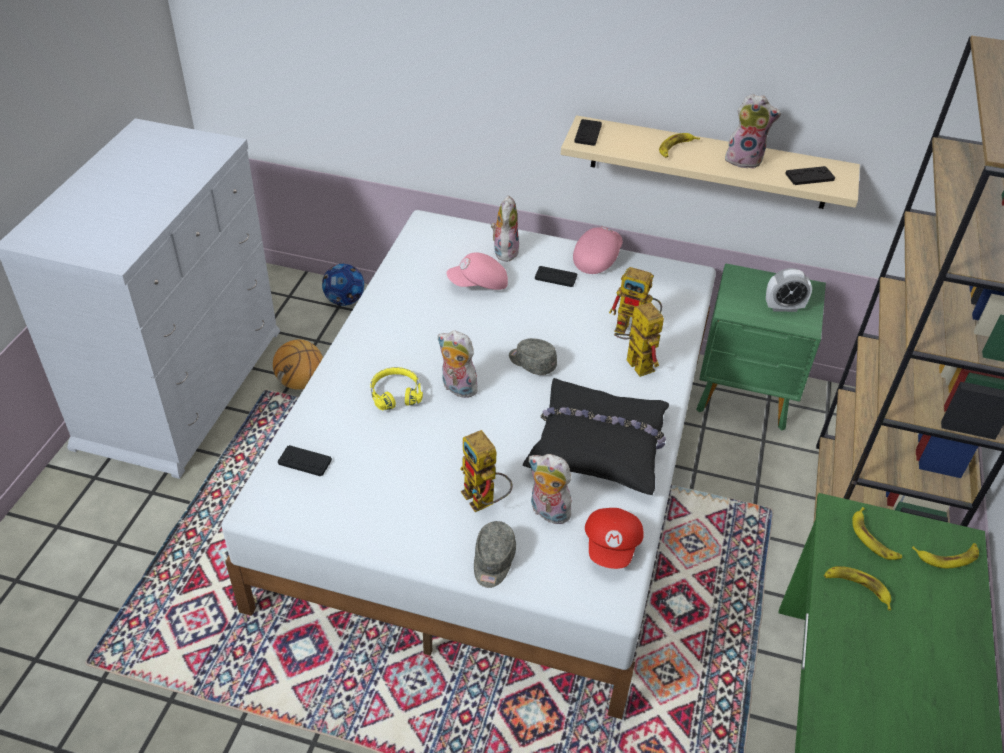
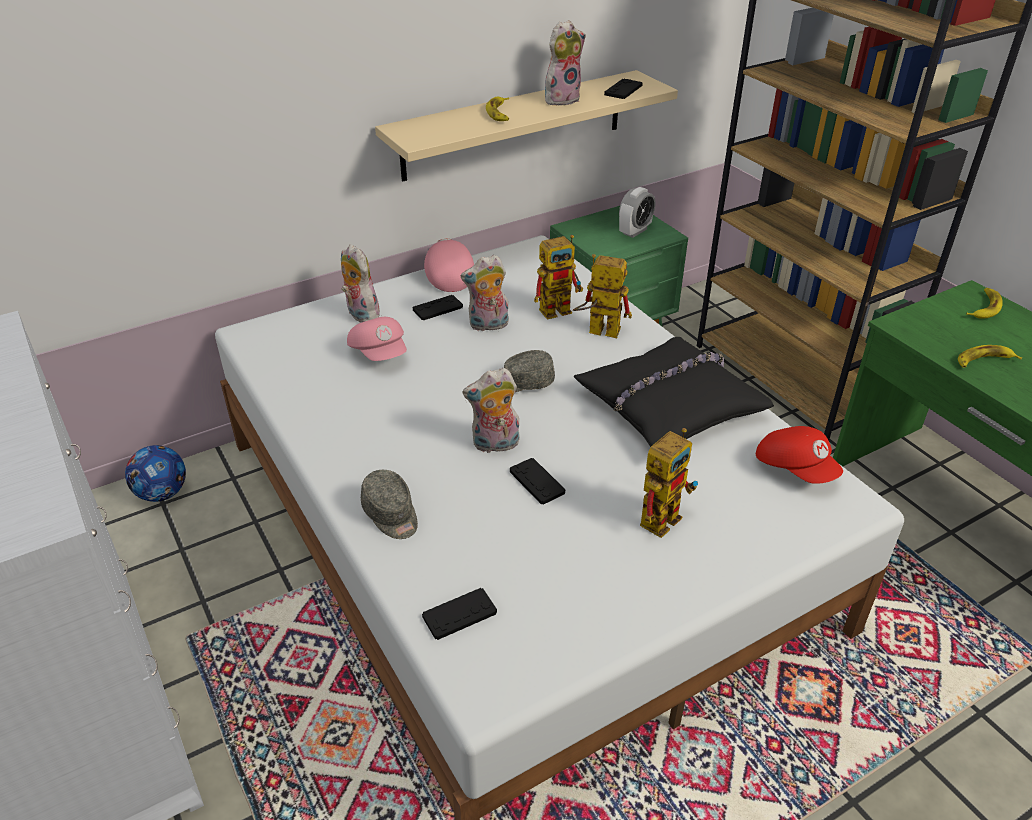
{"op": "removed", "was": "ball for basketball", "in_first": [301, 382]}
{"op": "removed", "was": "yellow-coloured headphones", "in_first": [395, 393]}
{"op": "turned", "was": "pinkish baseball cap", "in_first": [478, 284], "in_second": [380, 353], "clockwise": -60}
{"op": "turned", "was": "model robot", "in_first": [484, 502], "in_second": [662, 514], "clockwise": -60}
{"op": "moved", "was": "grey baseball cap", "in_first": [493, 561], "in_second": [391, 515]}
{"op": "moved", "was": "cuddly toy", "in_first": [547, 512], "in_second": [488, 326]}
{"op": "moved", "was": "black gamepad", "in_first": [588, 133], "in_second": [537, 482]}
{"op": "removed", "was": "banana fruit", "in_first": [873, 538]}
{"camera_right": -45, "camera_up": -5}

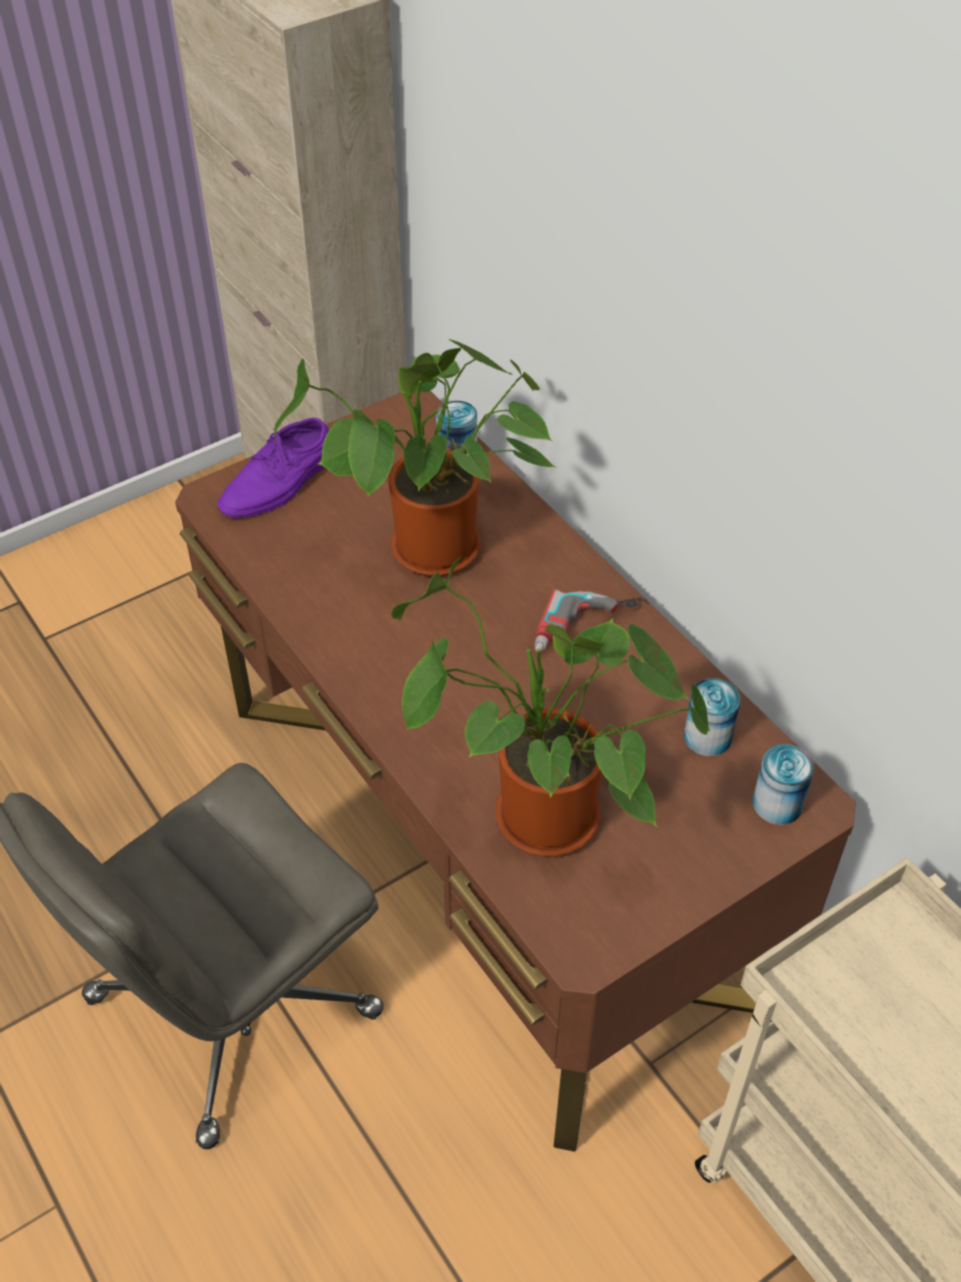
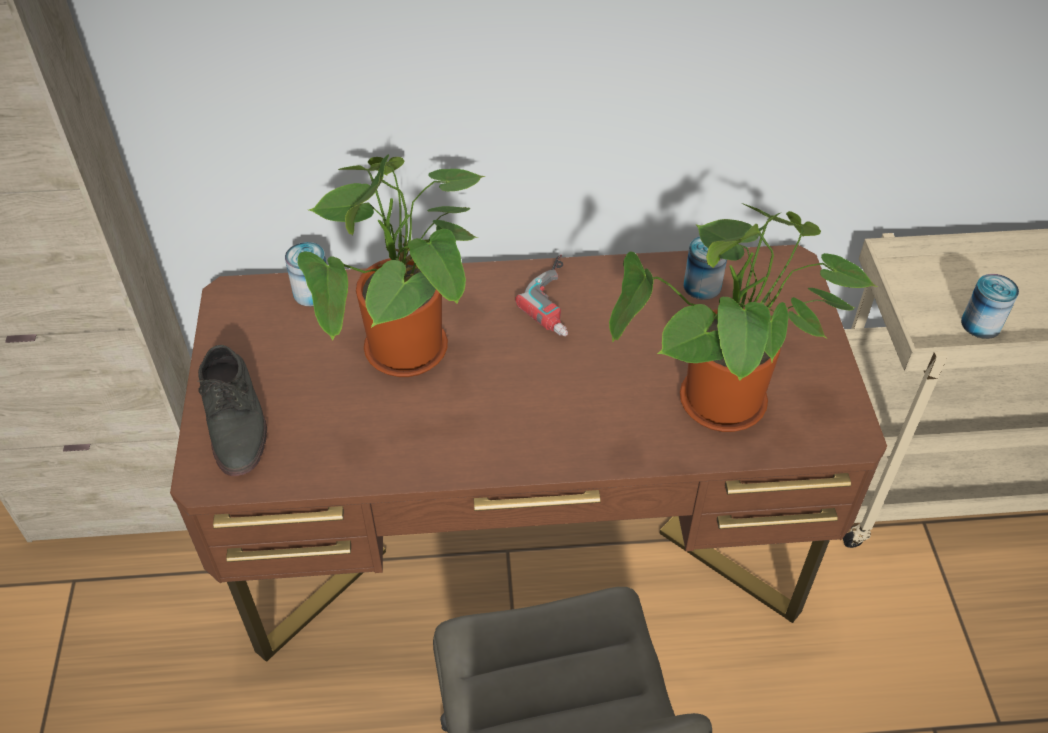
{"op": "recoloured", "was": "purple shoe", "now": "grey shoe", "in_first": [280, 482], "in_second": [236, 419]}
{"op": "moved", "was": "can", "in_first": [777, 804], "in_second": [981, 324]}
{"camera_right": -60, "camera_up": 0}

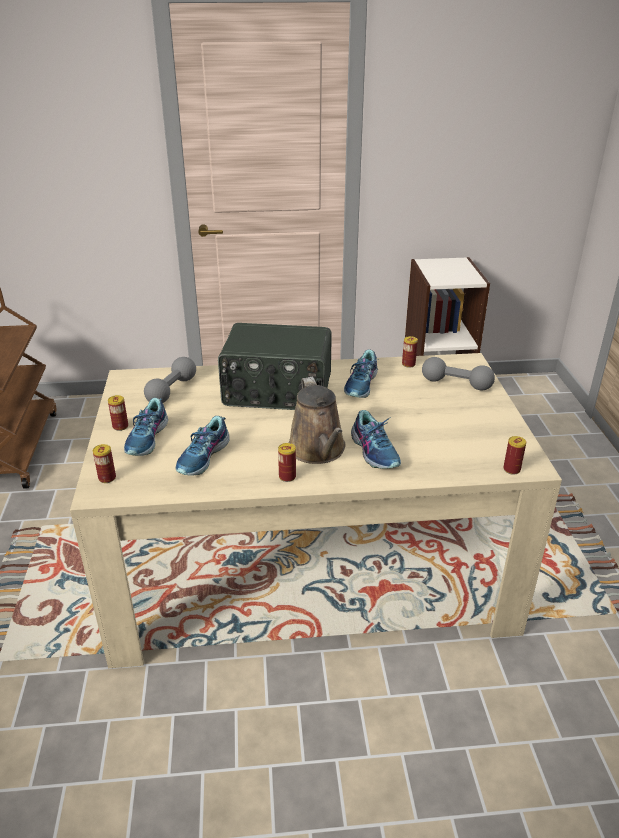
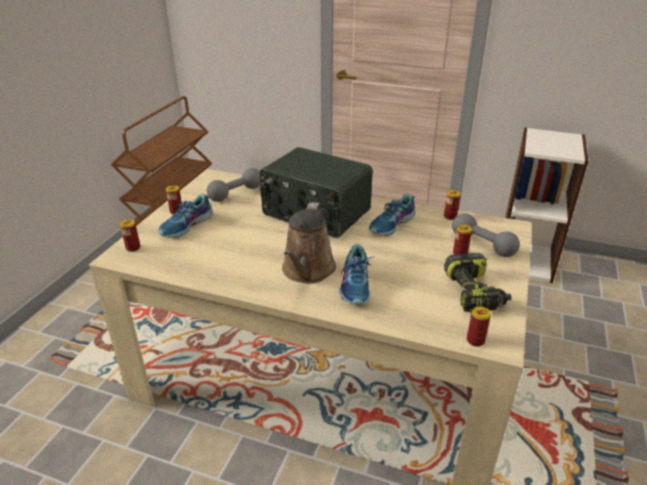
{"op": "removed", "was": "shoe", "in_first": [204, 457]}
{"op": "moved", "was": "can", "in_first": [287, 477], "in_second": [460, 254]}
{"op": "added", "now": "electric drill", "in_second": [474, 293]}
{"camera_right": 25, "camera_up": 0}

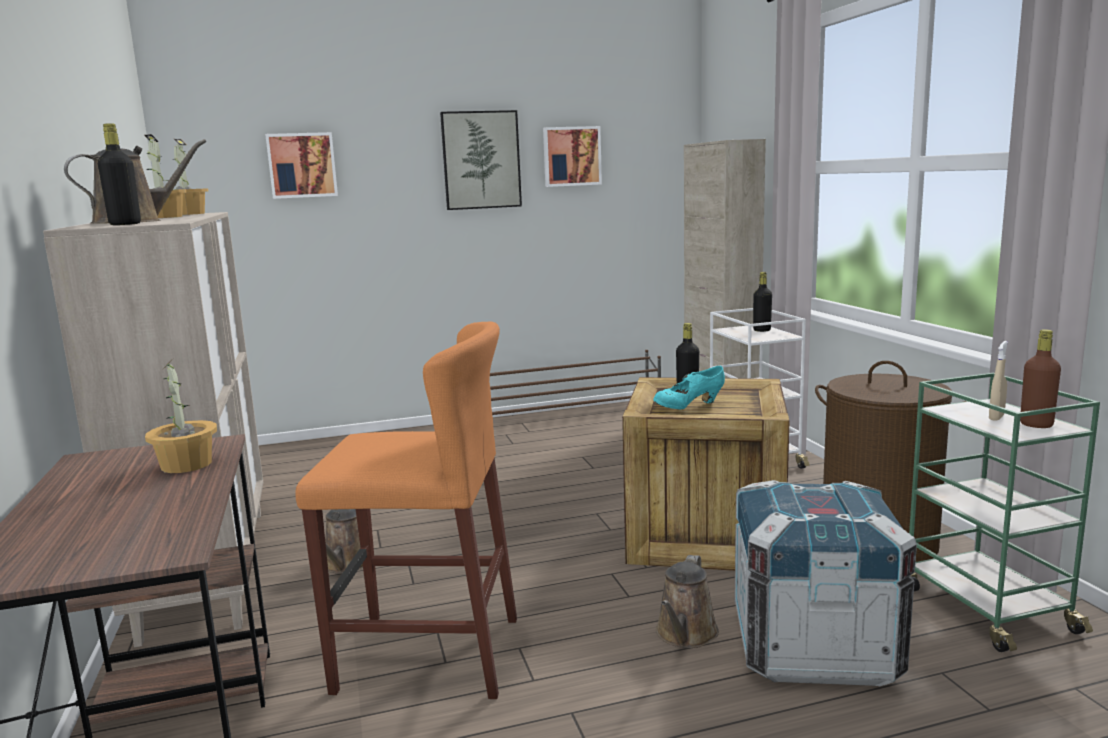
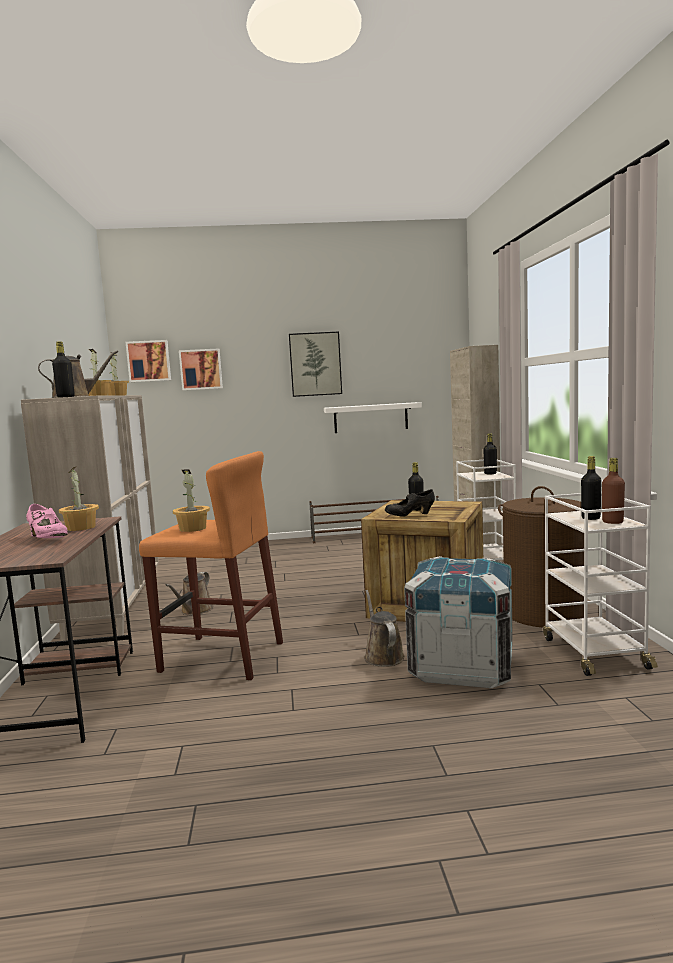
{"op": "moved", "was": "wall art", "in_first": [571, 156], "in_second": [149, 361]}
{"op": "recoloured", "was": "turquoise shoe", "now": "black shoe", "in_first": [689, 407], "in_second": [410, 515]}
{"op": "turned", "was": "brown-coloured watering can", "in_first": [685, 635], "in_second": [382, 656], "clockwise": 135}
{"op": "recoloured", "was": "greenish cart", "now": "whitish cart", "in_first": [985, 608], "in_second": [593, 652]}
{"op": "replaced", "was": "beige-coloured hand sprayer", "now": "black beverage bottle", "in_first": [996, 417], "in_second": [591, 518]}
{"op": "added", "now": "pinkish shoe", "in_second": [47, 539]}
{"op": "added", "now": "plant in a pot", "in_second": [192, 528]}
{"op": "added", "now": "whitish shelf", "in_second": [370, 418]}
{"camera_right": 10, "camera_up": -5}

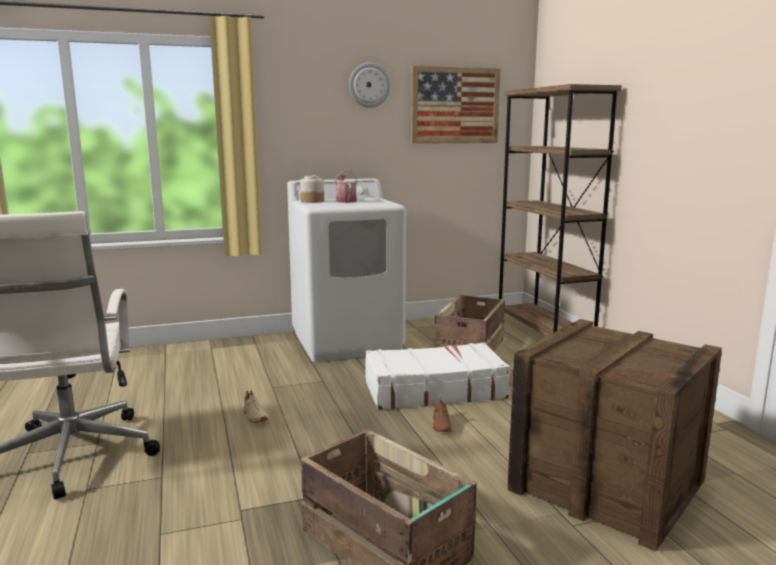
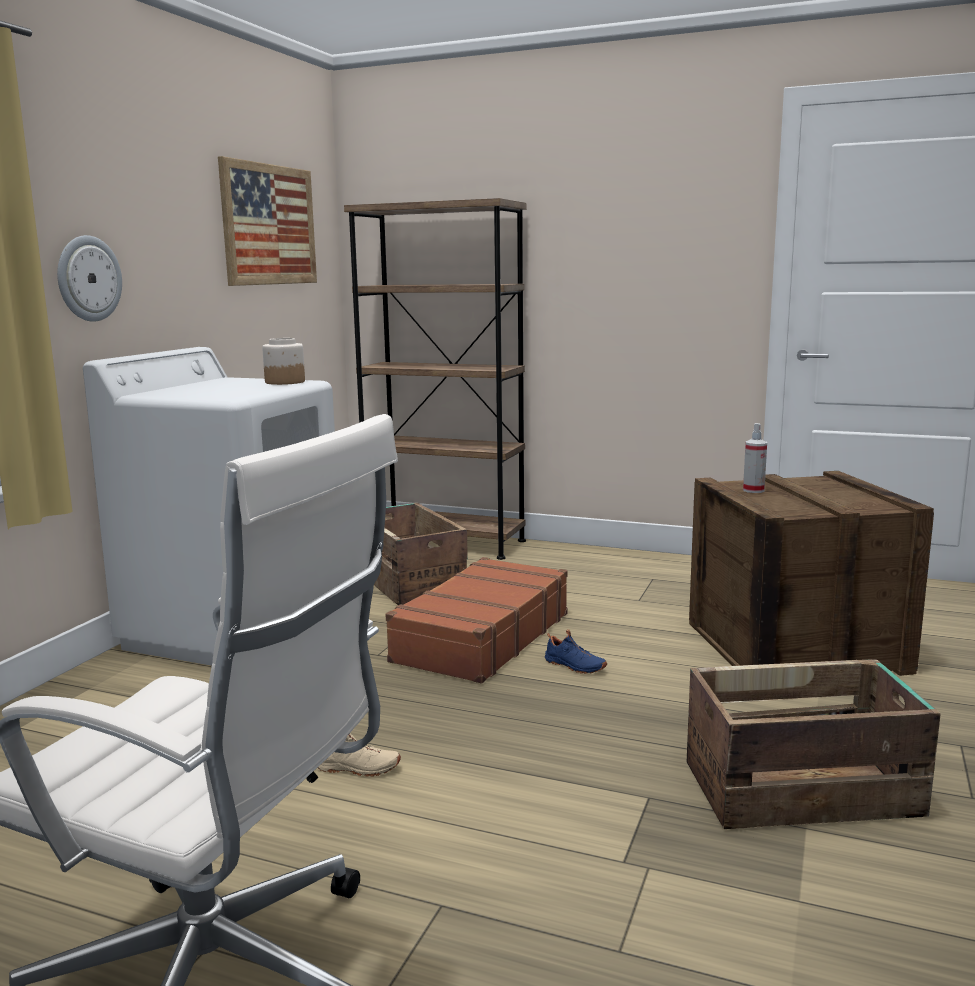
{"op": "moved", "was": "storage jar", "in_first": [312, 201], "in_second": [284, 382]}
{"op": "removed", "was": "watering can", "in_first": [345, 201]}
{"op": "moved", "was": "wall clock", "in_first": [369, 85], "in_second": [88, 278]}
{"op": "recoloured", "was": "whitish travel case", "now": "brown-coloured travel case", "in_first": [433, 390], "in_second": [481, 637]}
{"op": "recoloured", "was": "brown-coloured shoe", "now": "blue-coloured shoe", "in_first": [440, 425], "in_second": [574, 666]}
{"op": "added", "now": "hand sprayer", "in_second": [753, 490]}
{"camera_right": -50, "camera_up": 0}

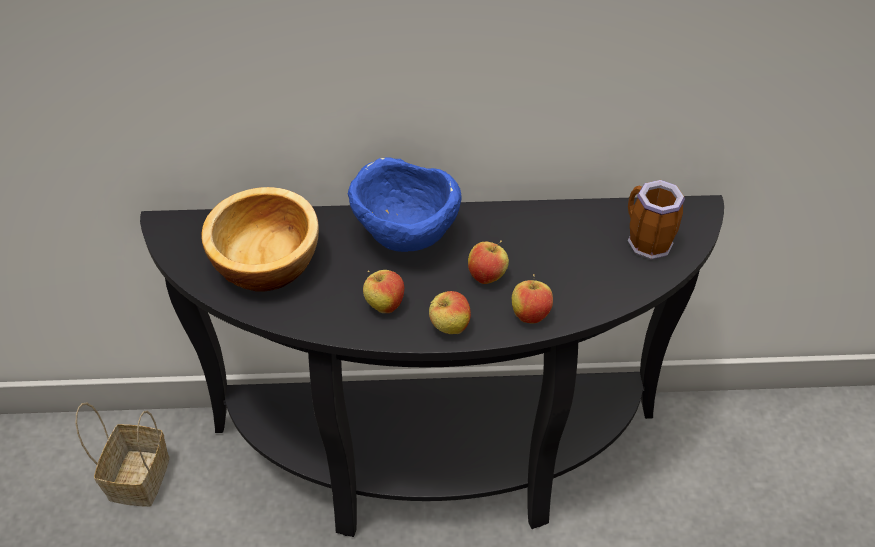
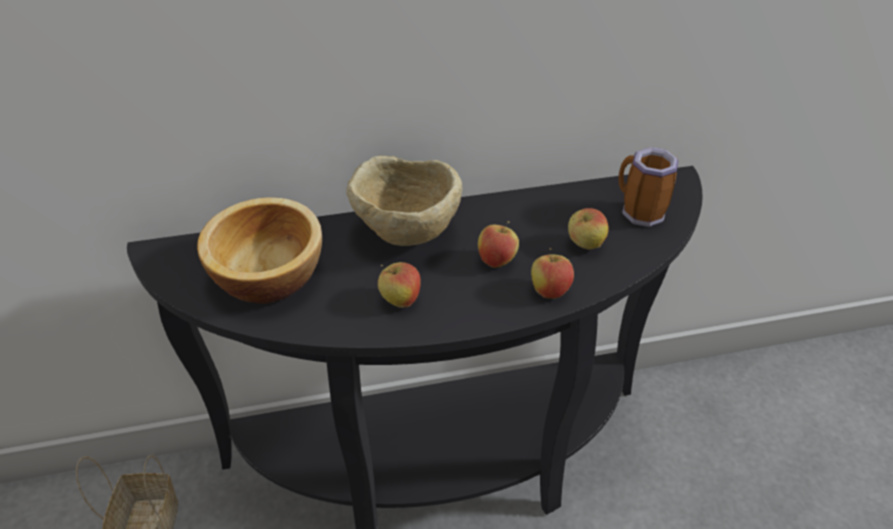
{"op": "recoloured", "was": "blue-coloured serving bowl", "now": "beige-coloured serving bowl", "in_first": [405, 238], "in_second": [407, 235]}
{"op": "moved", "was": "apple fruit", "in_first": [449, 327], "in_second": [584, 245]}
{"camera_right": -10, "camera_up": -5}

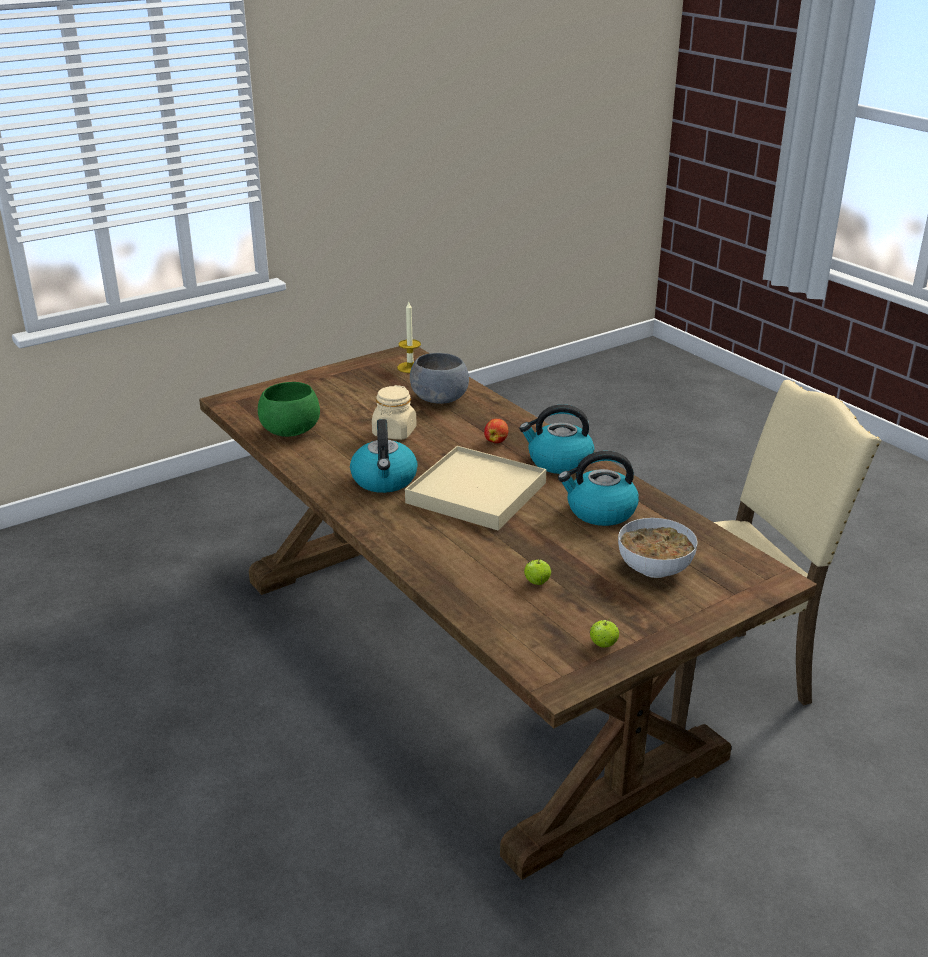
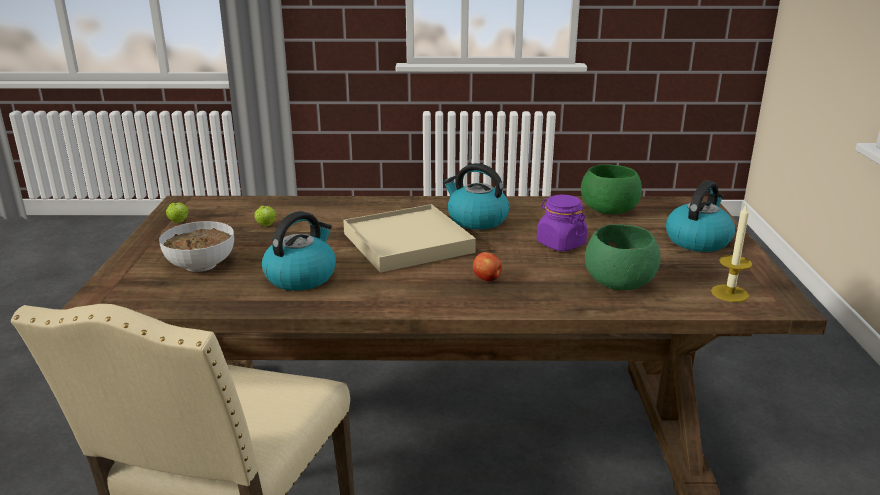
{"op": "recoloured", "was": "beige-coloured storage jar", "now": "purple storage jar", "in_first": [394, 432], "in_second": [560, 244]}
{"op": "recoloured", "was": "grey serving bowl", "now": "greenish serving bowl", "in_first": [440, 399], "in_second": [618, 283]}
{"op": "moved", "was": "tea kettle", "in_first": [559, 462], "in_second": [698, 240]}
{"camera_right": 125, "camera_up": -5}

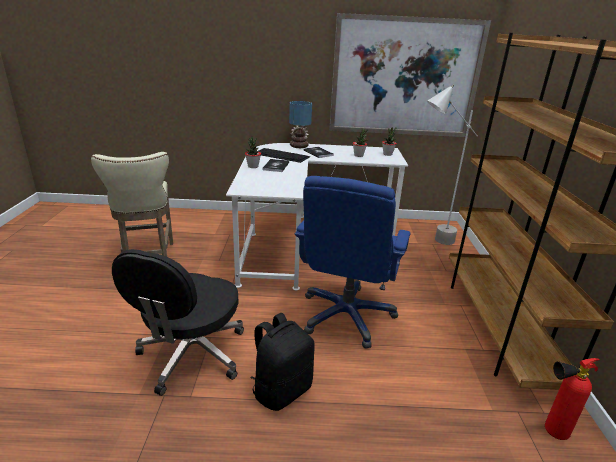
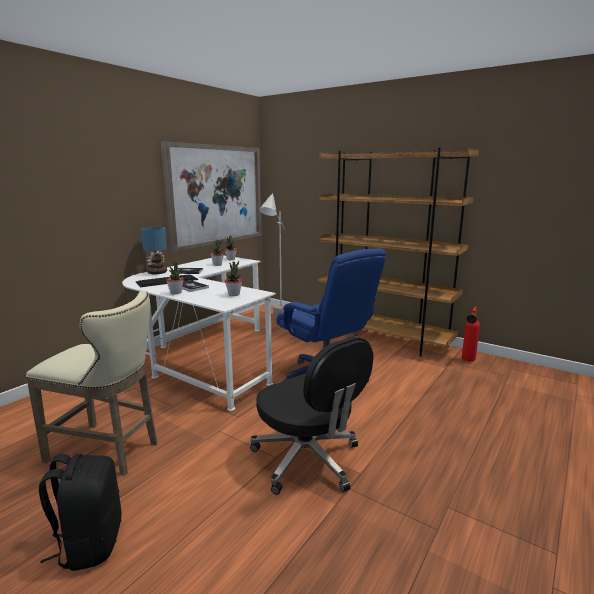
{"op": "moved", "was": "black backpack", "in_first": [281, 390], "in_second": [90, 543]}
{"op": "added", "now": "plant in a pot", "in_second": [234, 294]}
{"camera_right": -55, "camera_up": -10}

